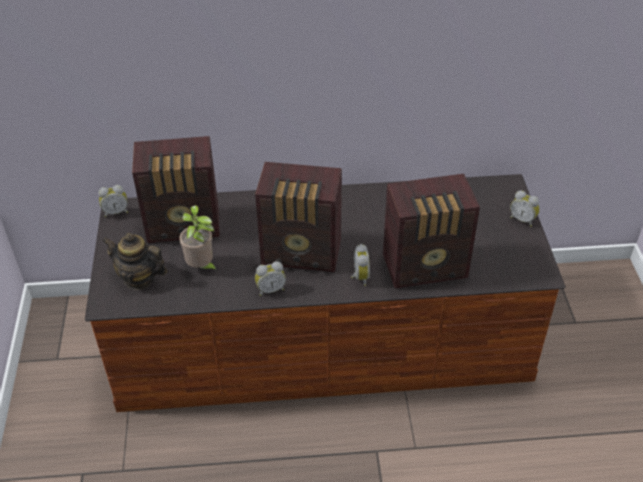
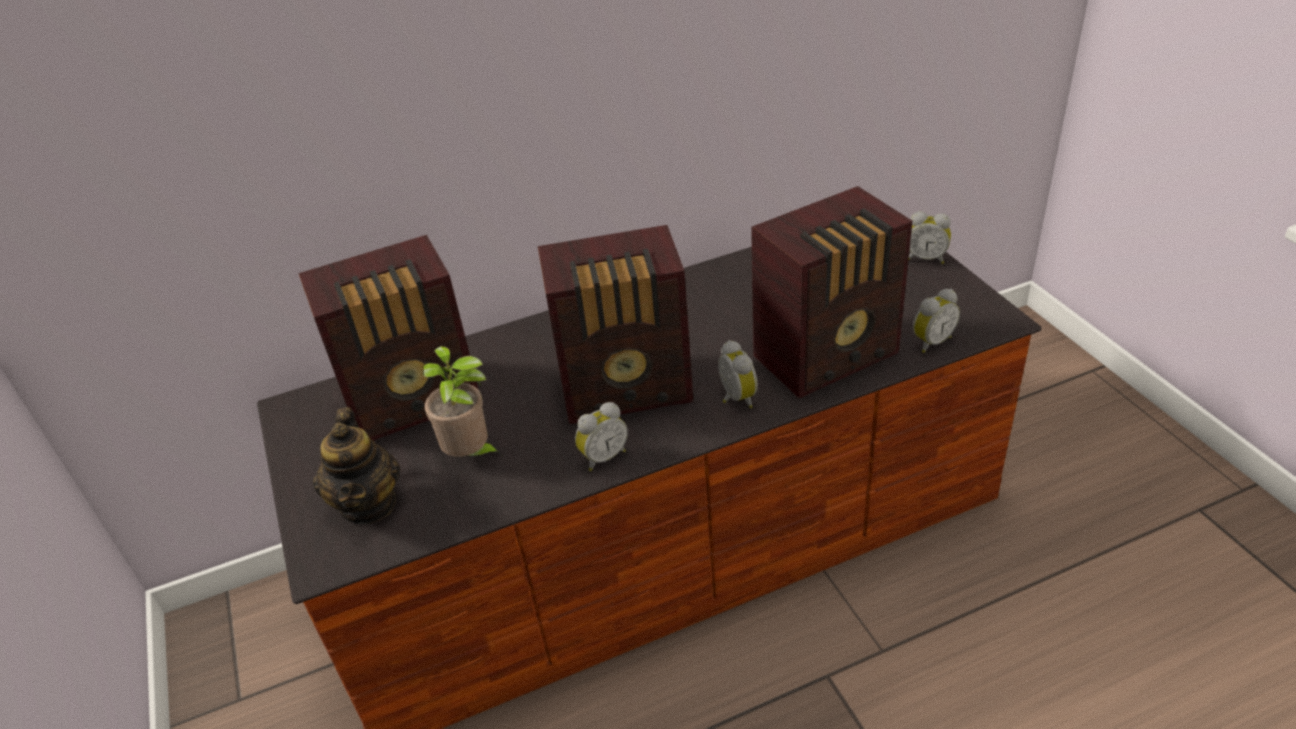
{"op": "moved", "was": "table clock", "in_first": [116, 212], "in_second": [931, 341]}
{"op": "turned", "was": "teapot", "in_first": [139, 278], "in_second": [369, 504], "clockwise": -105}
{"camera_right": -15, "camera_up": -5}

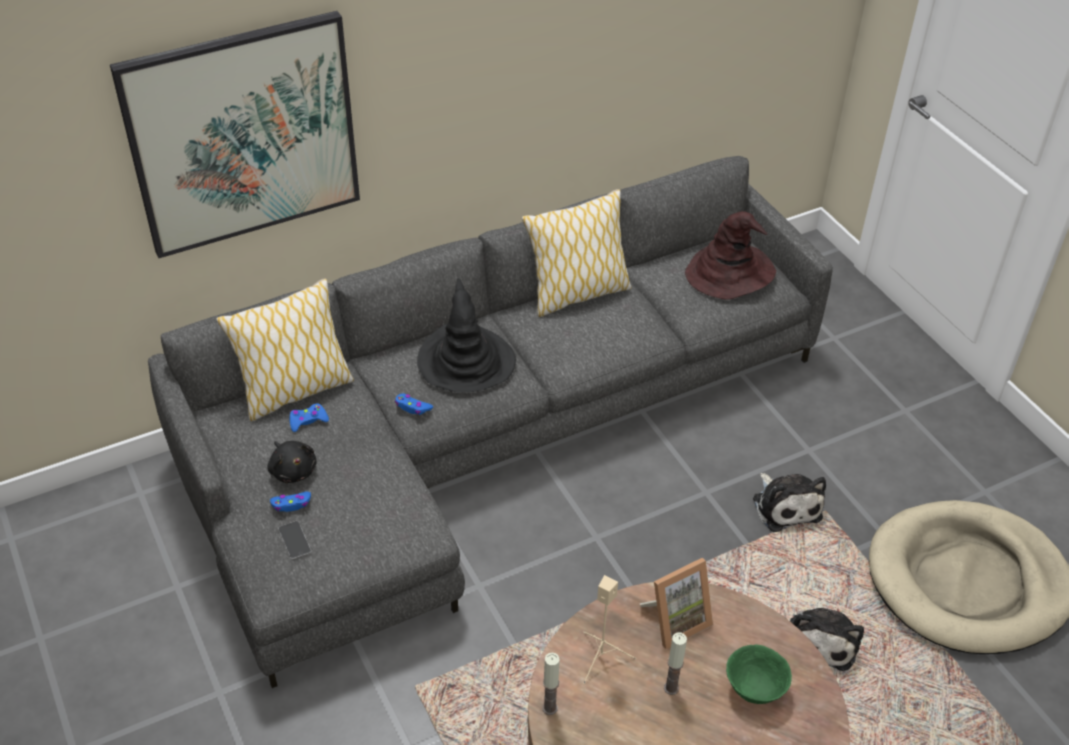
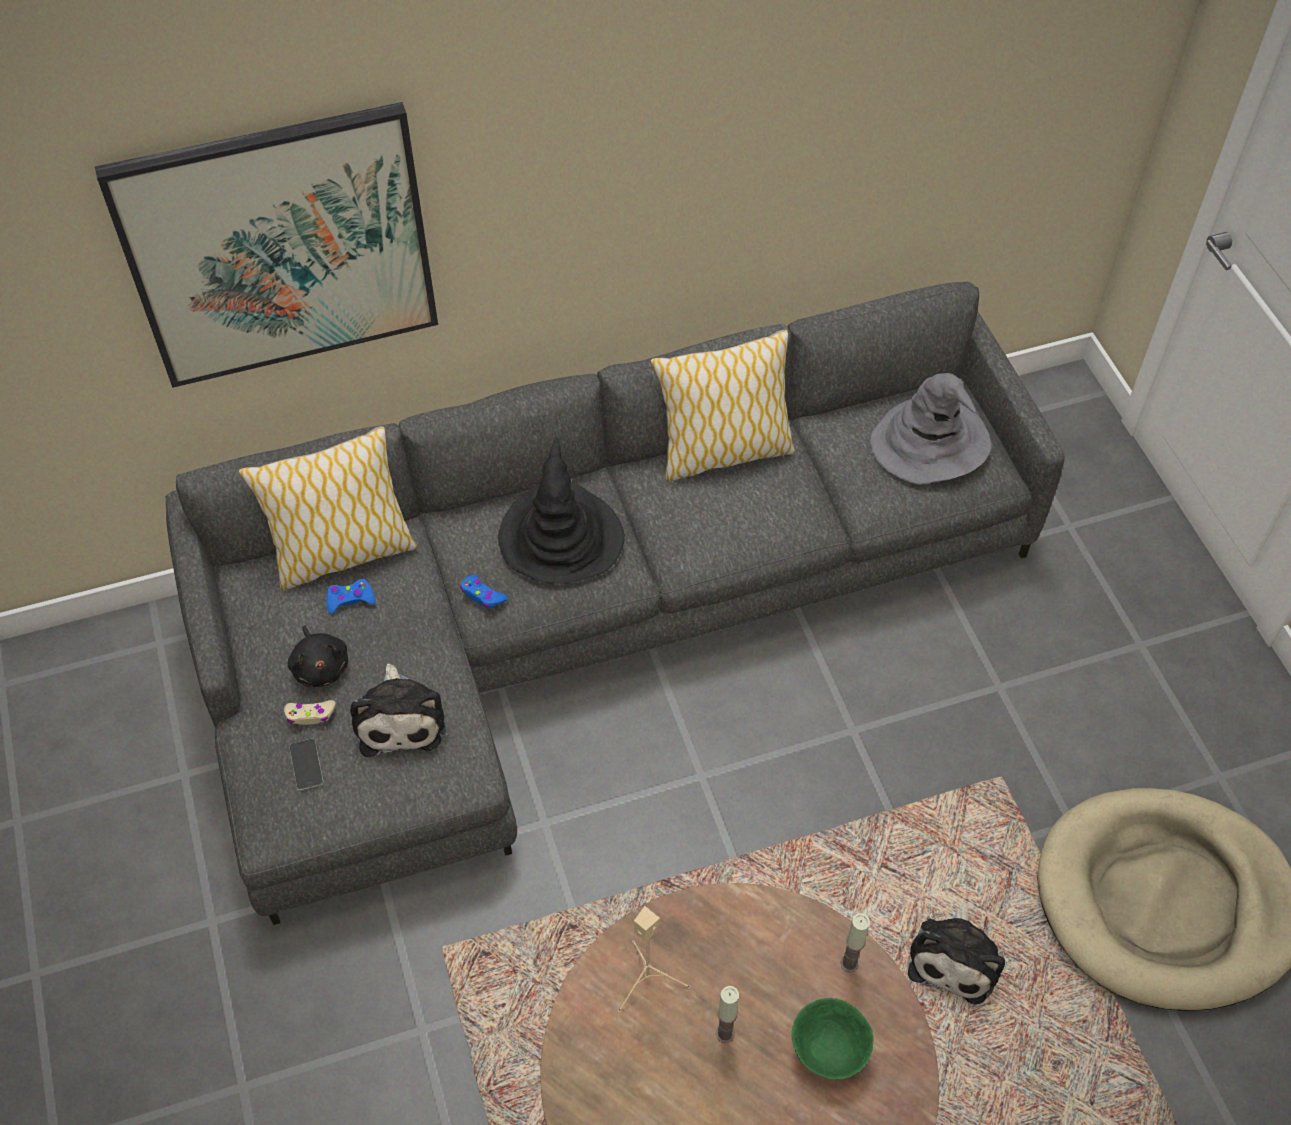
{"op": "recoloured", "was": "blue-coloured gamepad", "now": "beige-coloured gamepad", "in_first": [291, 504], "in_second": [310, 715]}
{"op": "moved", "was": "candle", "in_first": [550, 708], "in_second": [849, 963]}
{"op": "removed", "was": "photo frame", "in_first": [675, 620]}
{"op": "recoloured", "was": "brown-coloured wearable hat", "now": "grey wearable hat", "in_first": [730, 273], "in_second": [930, 443]}
{"op": "moved", "was": "cuddly toy", "in_first": [785, 505], "in_second": [400, 718]}
{"camera_right": 10, "camera_up": 10}

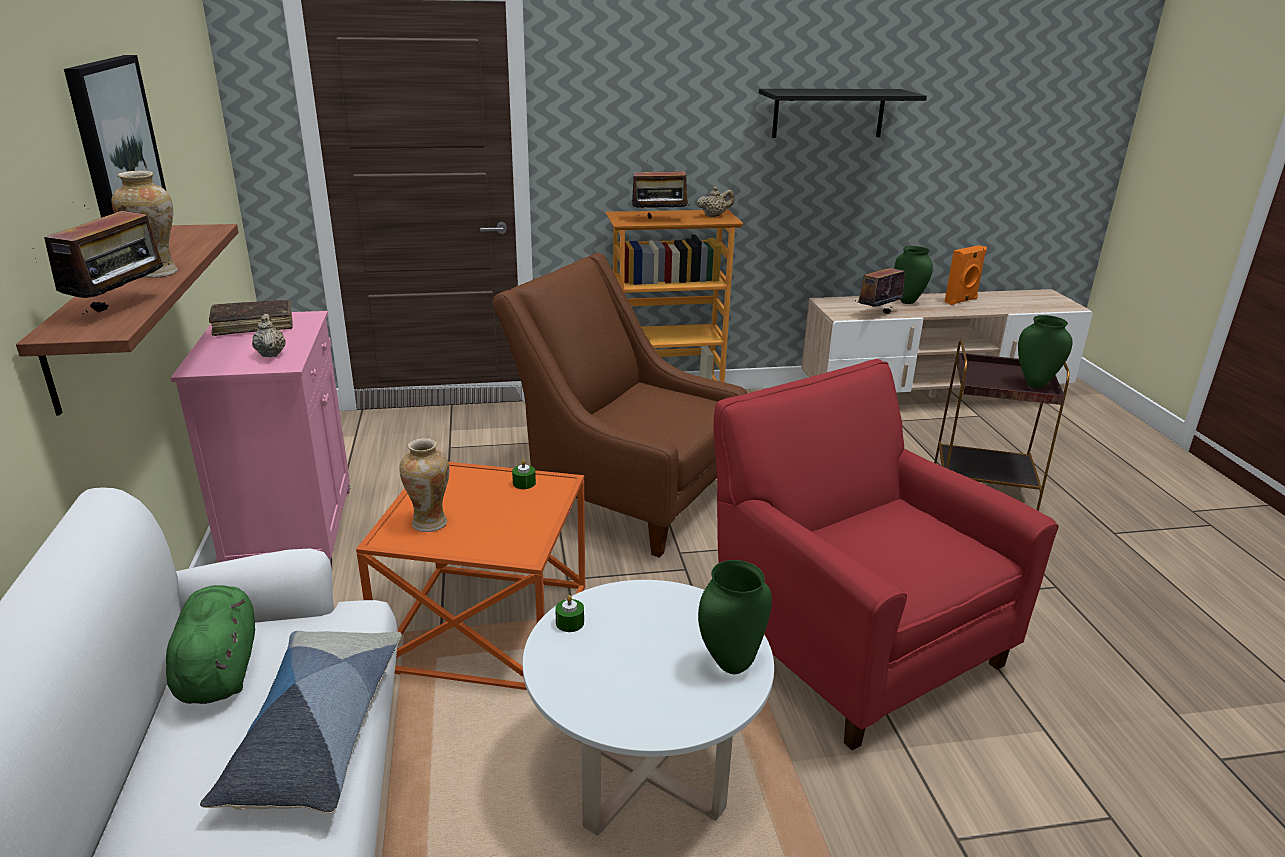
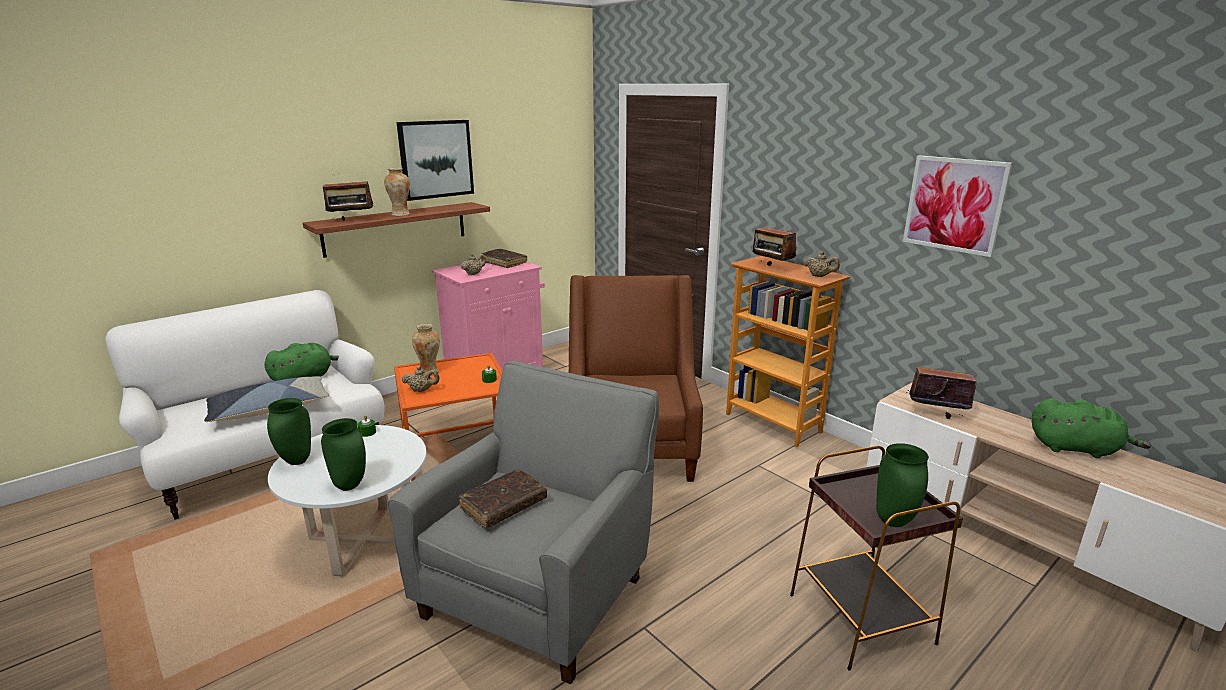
{"op": "recoloured", "was": "reddish easy chair", "now": "grey easy chair", "in_first": [851, 642], "in_second": [540, 589]}
{"op": "replaced", "was": "black shelf", "now": "wall art", "in_first": [828, 113], "in_second": [954, 204]}
{"op": "moved", "was": "greenish decorative vase", "in_first": [907, 302], "in_second": [296, 461]}
{"op": "replaced", "was": "orange loudspeaker", "now": "greenish cuddly toy", "in_first": [961, 301], "in_second": [1076, 449]}
{"op": "added", "now": "beige-coloured teapot", "in_second": [422, 390]}
{"op": "added", "now": "brown-coloured bound book", "in_second": [504, 505]}
{"camera_right": 60, "camera_up": -5}

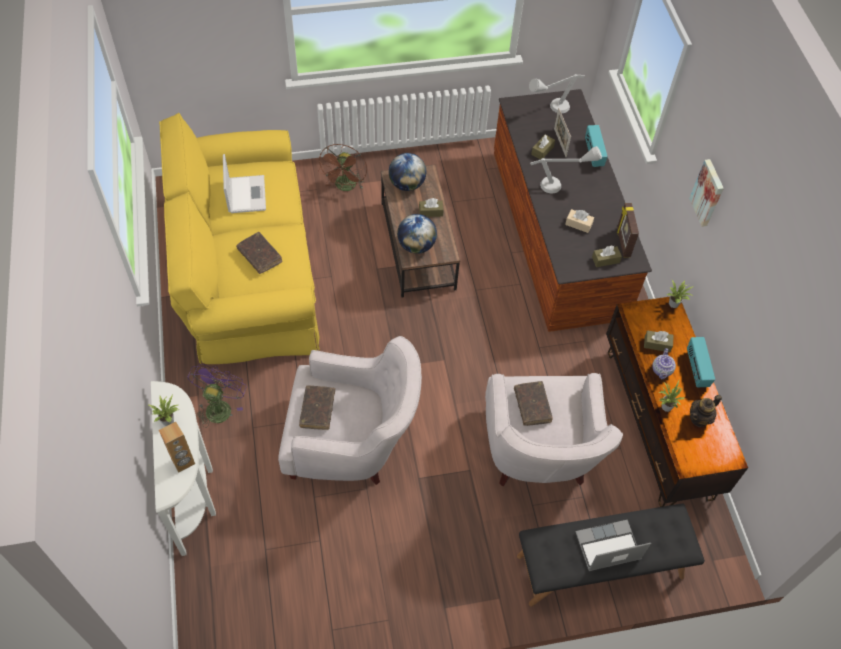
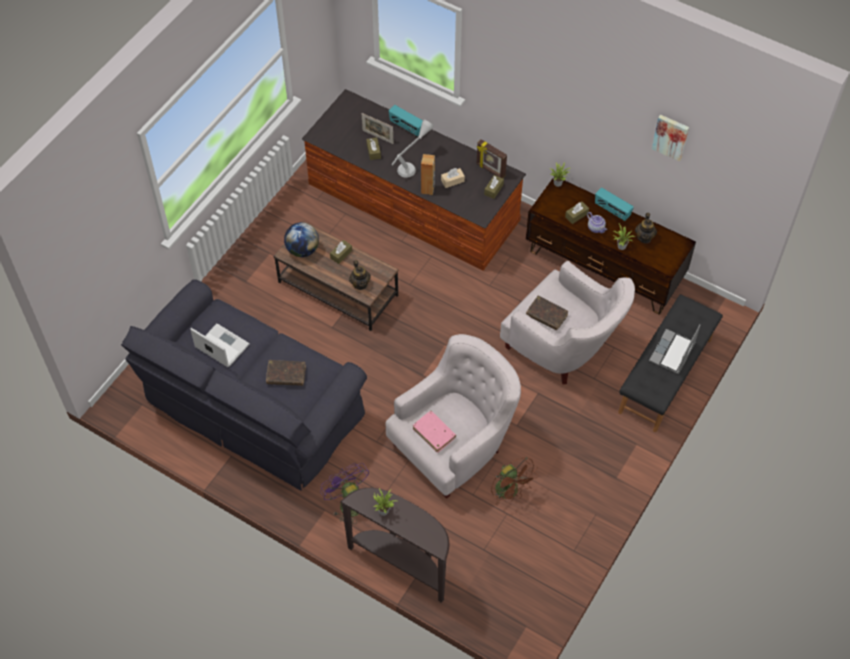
{"op": "recoloured", "was": "whitish console table", "now": "brown-coloured console table", "in_first": [195, 493], "in_second": [402, 563]}
{"op": "recoloured", "was": "yellow-coloured settee", "now": "black settee", "in_first": [247, 274], "in_second": [252, 408]}
{"op": "moved", "was": "brown-coloured loudspeaker", "in_first": [183, 462], "in_second": [428, 189]}
{"op": "recoloured", "was": "brown-coloured bound book", "now": "pinkish bound book", "in_first": [317, 410], "in_second": [434, 433]}
{"op": "moved", "was": "brown-coloured cooling fan", "in_first": [345, 187], "in_second": [511, 492]}
{"op": "replaced", "was": "globe", "now": "teapot", "in_first": [416, 245], "in_second": [360, 284]}
{"op": "removed", "was": "grey tabletop lamp", "in_first": [551, 109]}
{"op": "moved", "was": "wall art", "in_first": [708, 193], "in_second": [671, 136]}
{"camera_right": -45, "camera_up": 0}

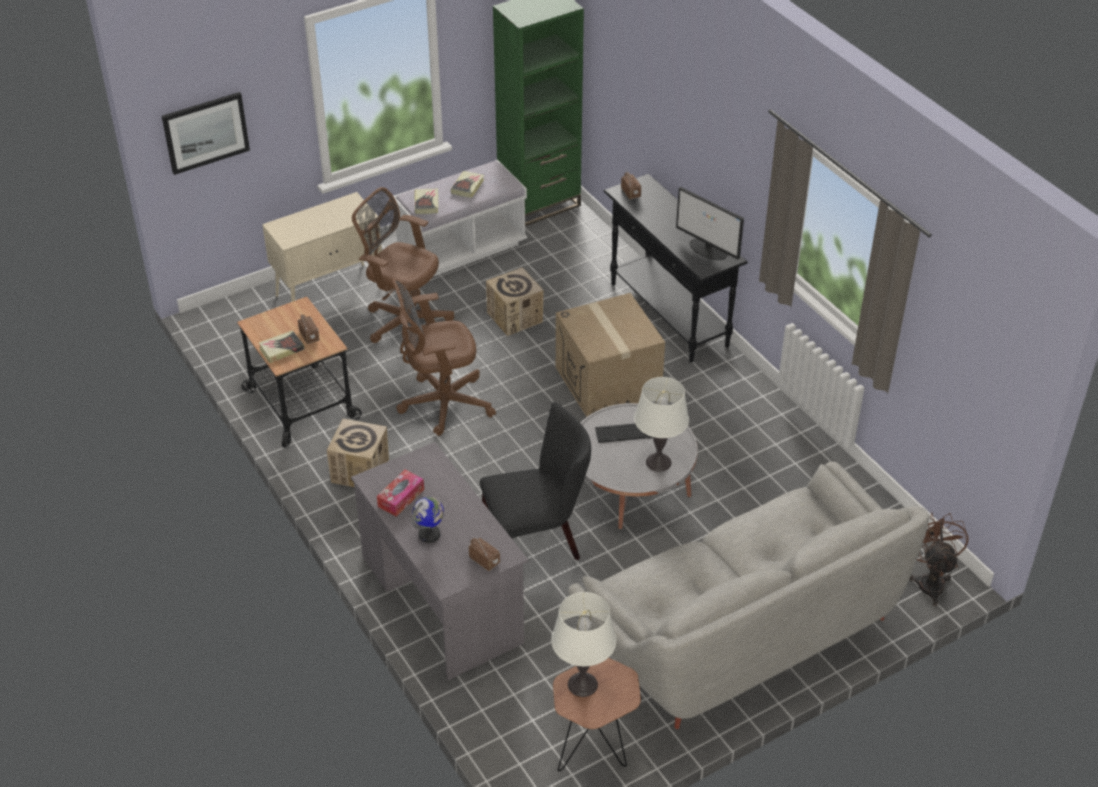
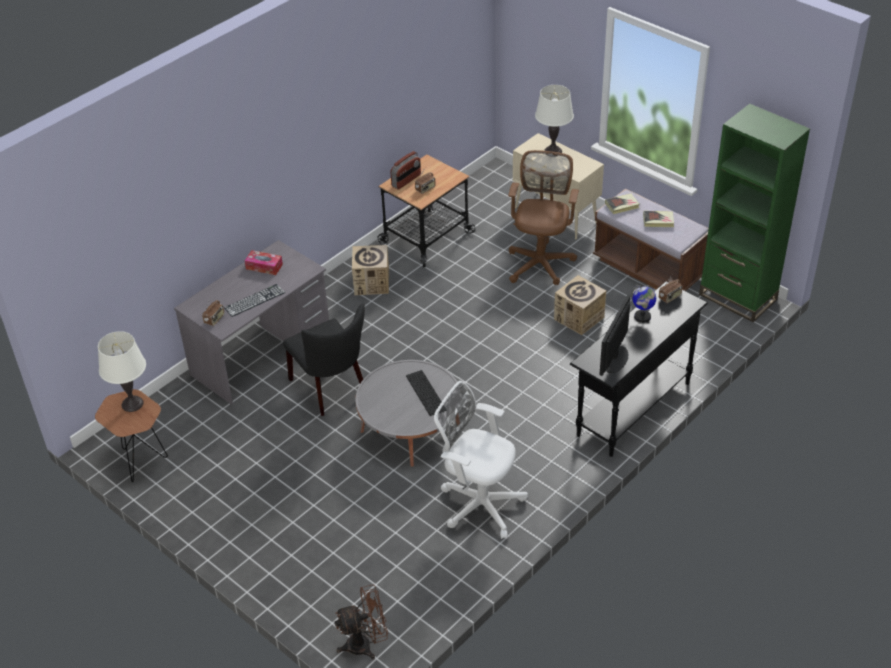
{"op": "removed", "was": "wall art", "in_first": [205, 132]}
{"op": "replaced", "was": "bound book", "now": "radio receiver", "in_first": [281, 349], "in_second": [406, 180]}
{"op": "removed", "was": "brown-coloured office chair", "in_first": [441, 404]}
{"op": "recoloured", "was": "whitish long seat", "now": "brown-coloured long seat", "in_first": [461, 249], "in_second": [648, 268]}
{"op": "moved", "was": "globe", "in_first": [429, 534], "in_second": [642, 317]}
{"op": "removed", "was": "packing box", "in_first": [608, 382]}
{"op": "removed", "was": "grey settee", "in_first": [740, 627]}
{"op": "moved", "was": "whitish tabletop lamp", "in_first": [658, 462], "in_second": [553, 151]}
{"op": "added", "now": "keyboard", "in_second": [254, 300]}
{"op": "added", "now": "whitish office chair", "in_second": [479, 503]}
{"camera_right": 75, "camera_up": 0}

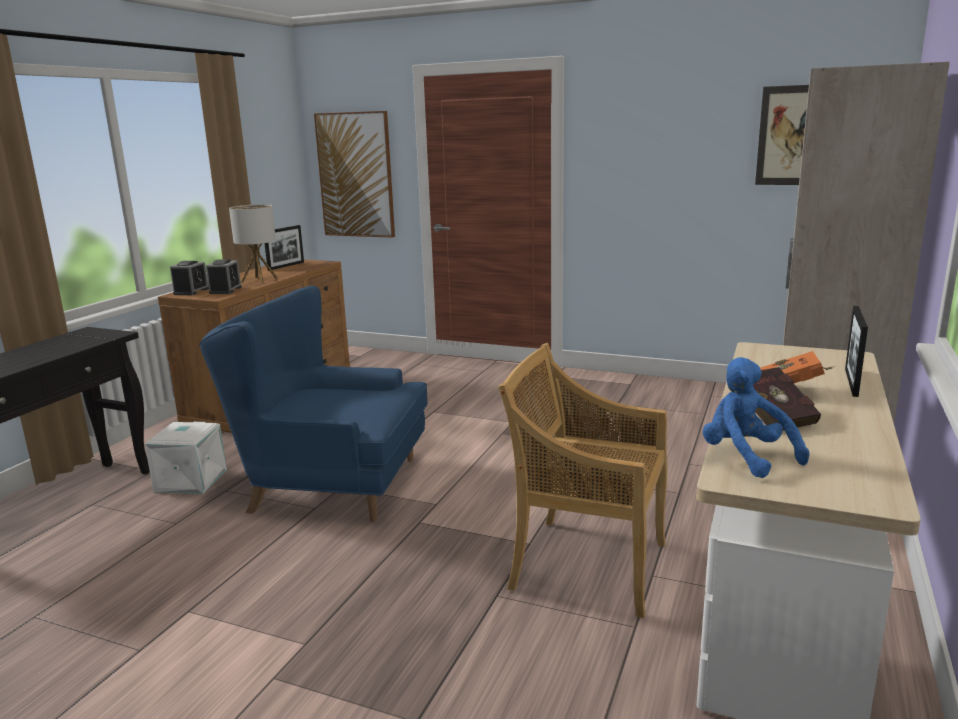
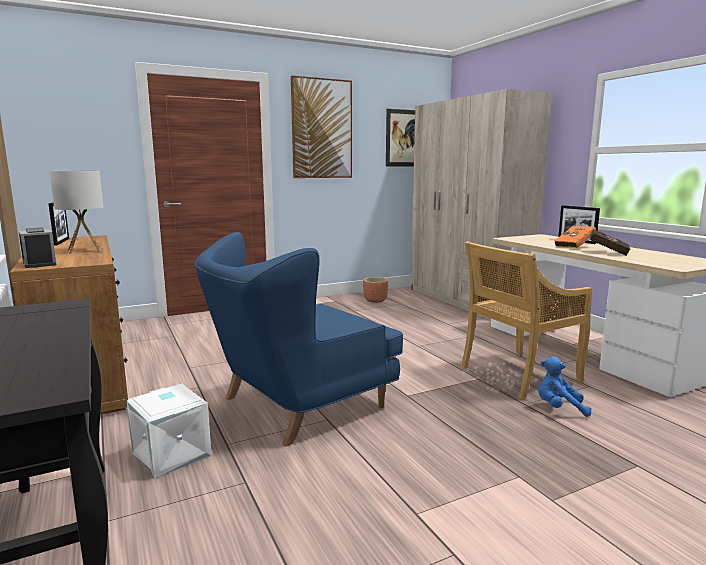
{"op": "removed", "was": "table clock", "in_first": [225, 290]}
{"op": "moved", "was": "wall art", "in_first": [356, 175], "in_second": [321, 129]}
{"op": "moved", "was": "blue-coloured cuddly toy", "in_first": [745, 457], "in_second": [559, 408]}
{"op": "added", "now": "brown-coloured planter", "in_second": [375, 300]}
{"camera_right": -50, "camera_up": -5}

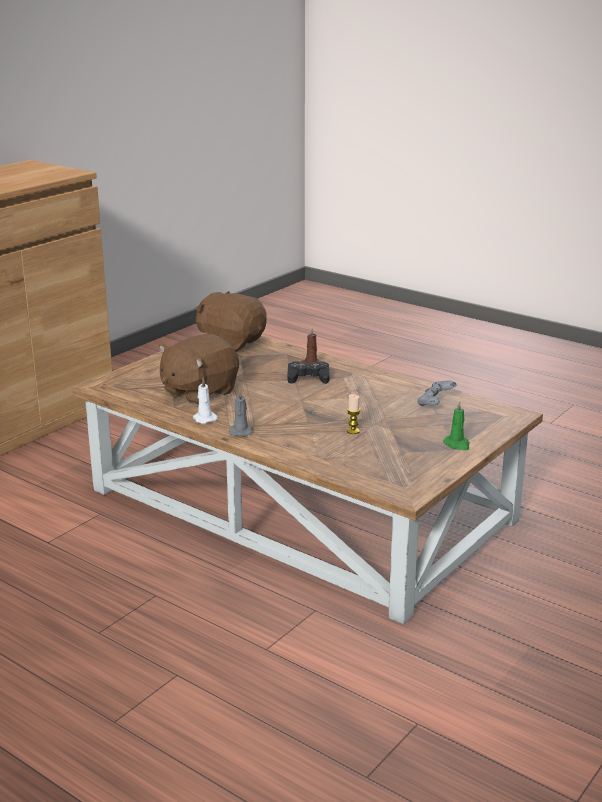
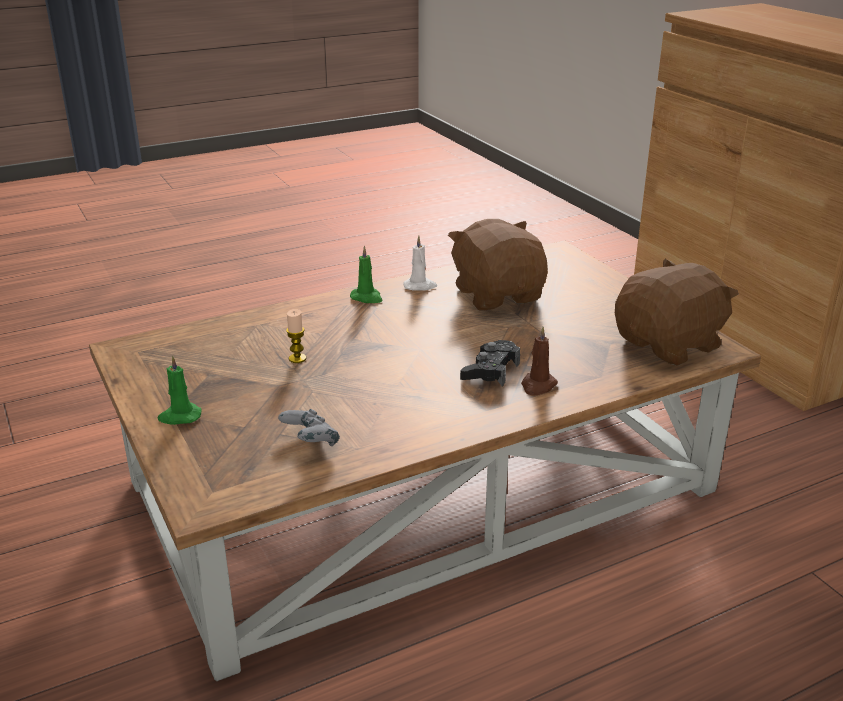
{"op": "recoloured", "was": "grey candle", "now": "greenish candle", "in_first": [241, 431], "in_second": [367, 298]}
{"camera_right": 115, "camera_up": 5}

